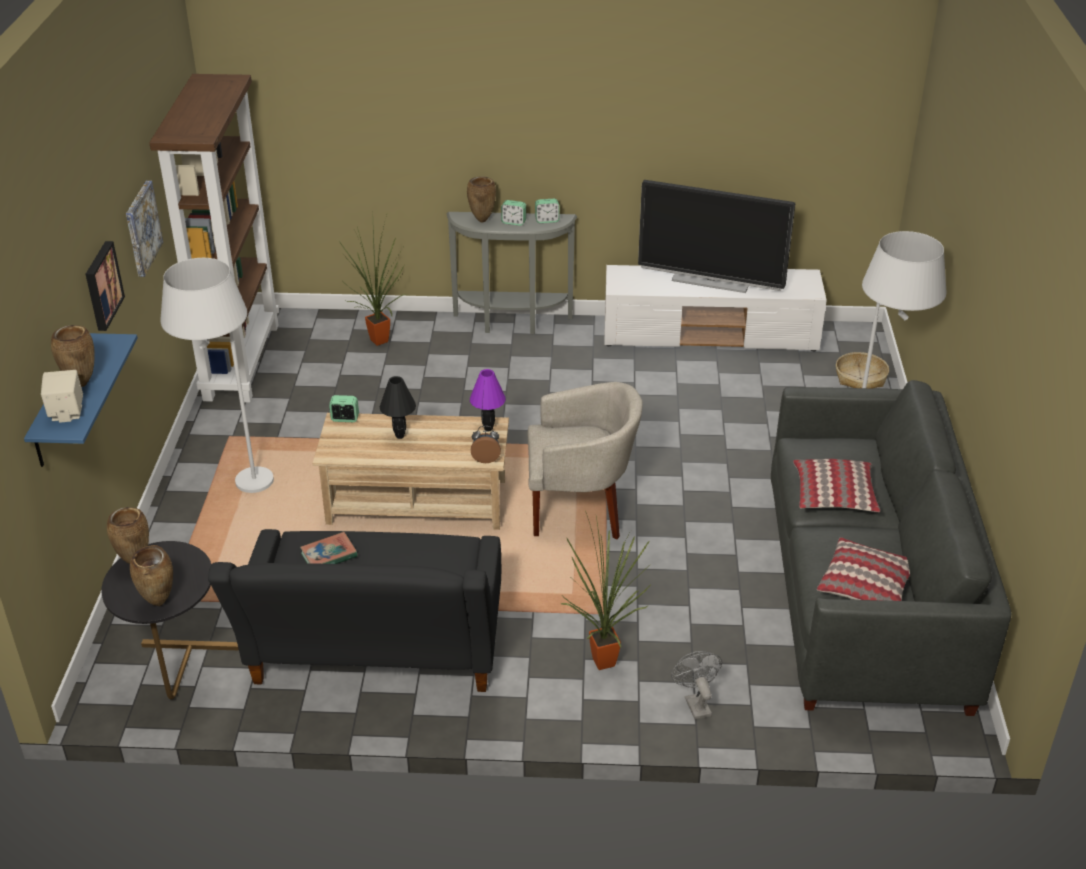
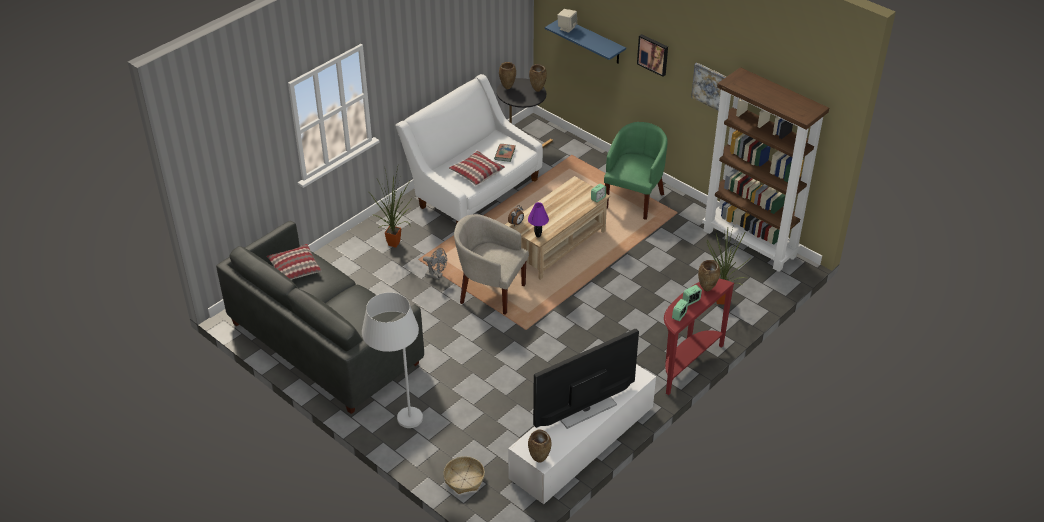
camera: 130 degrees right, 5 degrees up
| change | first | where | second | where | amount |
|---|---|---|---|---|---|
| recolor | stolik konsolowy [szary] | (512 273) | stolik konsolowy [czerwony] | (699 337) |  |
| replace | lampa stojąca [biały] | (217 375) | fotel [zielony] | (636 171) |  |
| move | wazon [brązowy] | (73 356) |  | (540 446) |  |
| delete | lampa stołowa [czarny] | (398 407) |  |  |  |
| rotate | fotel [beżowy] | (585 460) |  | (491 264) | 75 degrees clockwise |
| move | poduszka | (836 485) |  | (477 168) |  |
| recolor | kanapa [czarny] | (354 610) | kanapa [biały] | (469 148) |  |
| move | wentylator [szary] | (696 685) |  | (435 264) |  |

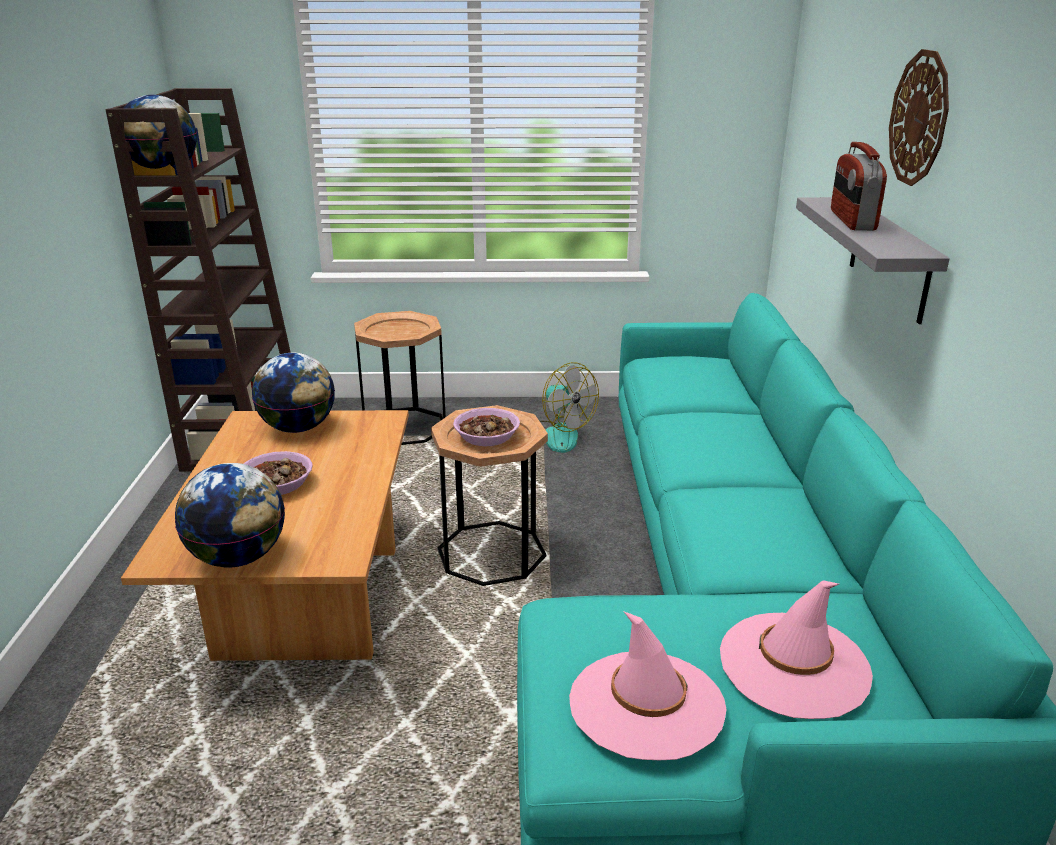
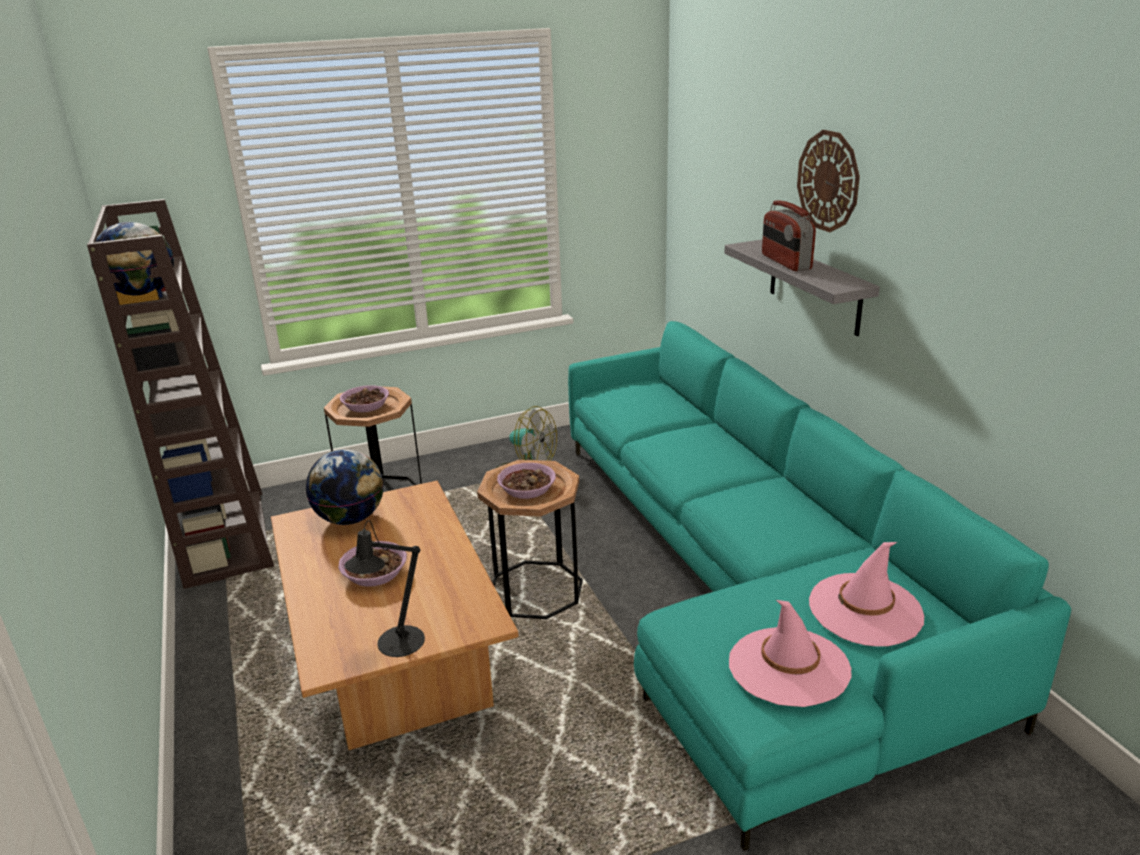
camera: 20 degrees left, 0 degrees up
| change | first | where | second | where | amount |
|---|---|---|---|---|---|
| replace | globus | (230 515) | lampa stołowa [czarny] | (385 588) |  |
| insert |  |  | miska | (364 398) |  |

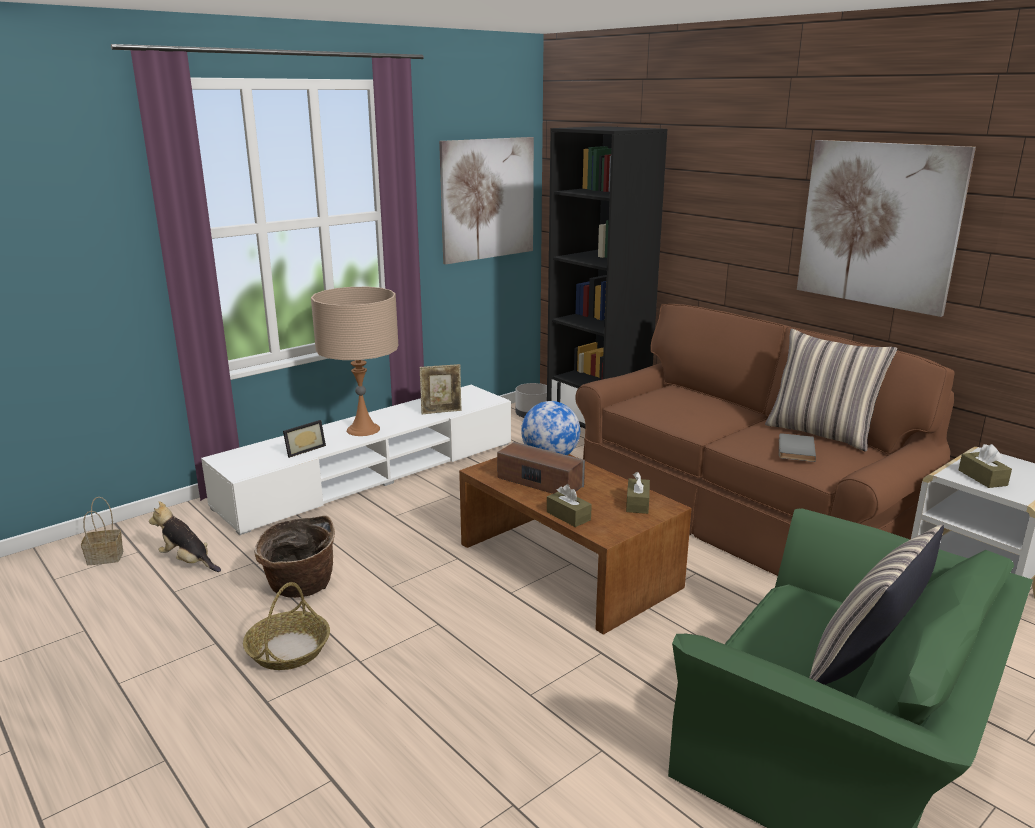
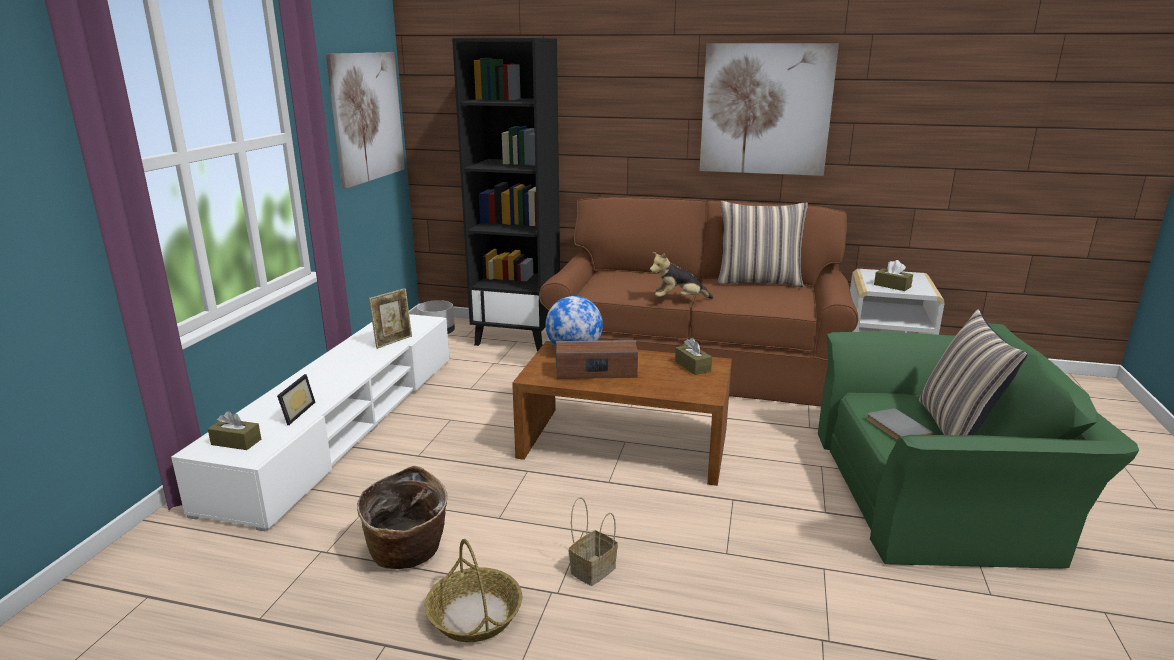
camera: 35 degrees left, 0 degrees up
| change | first | where | second | where | amount |
|---|---|---|---|---|---|
| delete | lampa stołowa [beżowy] | (354 361) |  |  |  |
| move | książka [szary] | (797 447) |  | (900 424) |  |
| move | pudełko chusteczek [brązowy] | (569 505) |  | (234 430) |  |
| move | koszyk | (102 531) |  | (593 541) |  |
| move | pluszak | (185 536) |  | (681 275) |  |

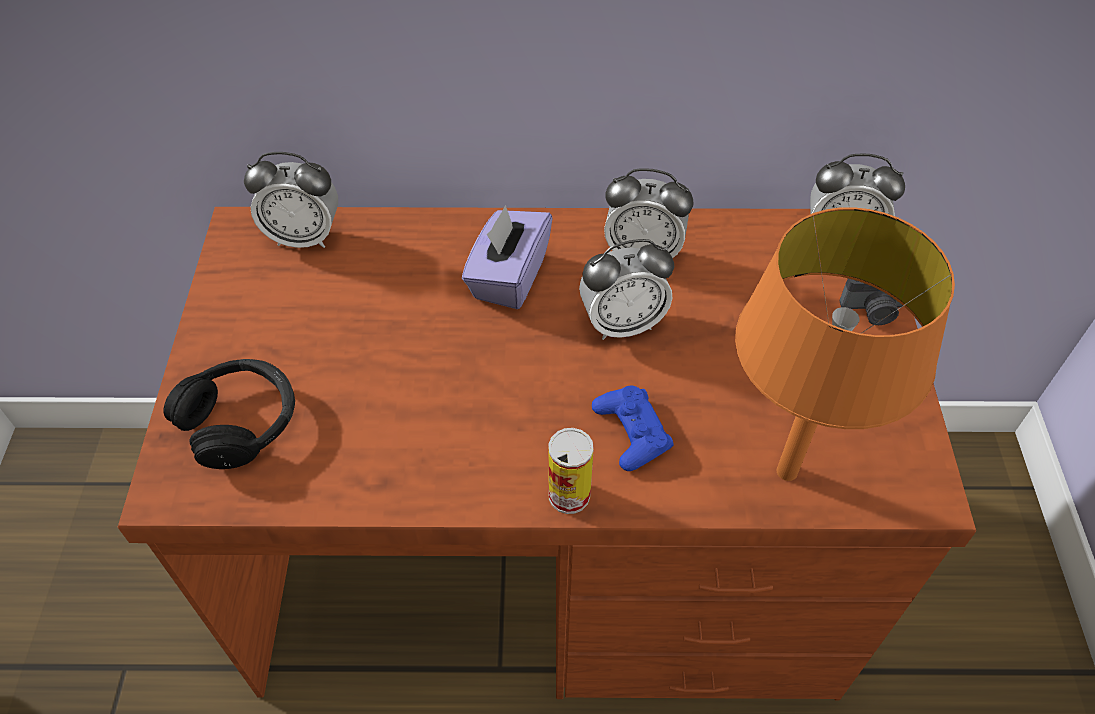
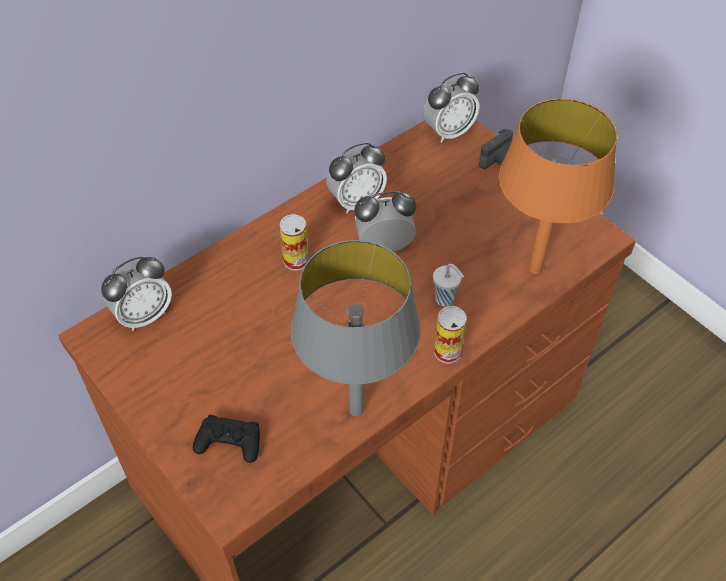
camera: 40 degrees left, 0 degrees up
| change | first | where | second | where | amount |
|---|---|---|---|---|---|
| replace | pudełko chusteczek [fioletowy] | (507 257) | puszka | (294 242) |  |
| rotate | budzik | (626 289) |  | (385 221) | 135 degrees counterclockwise |
| replace | słuchawki [czarny] | (229 414) | pad do gier [czarny] | (226 439) |  |
| replace | pad do gier [niebieski] | (633 428) | filiżanka [biały] | (448 285) |  |
| insert |  |  | lampa stołowa [szary] | (356 328) |  |

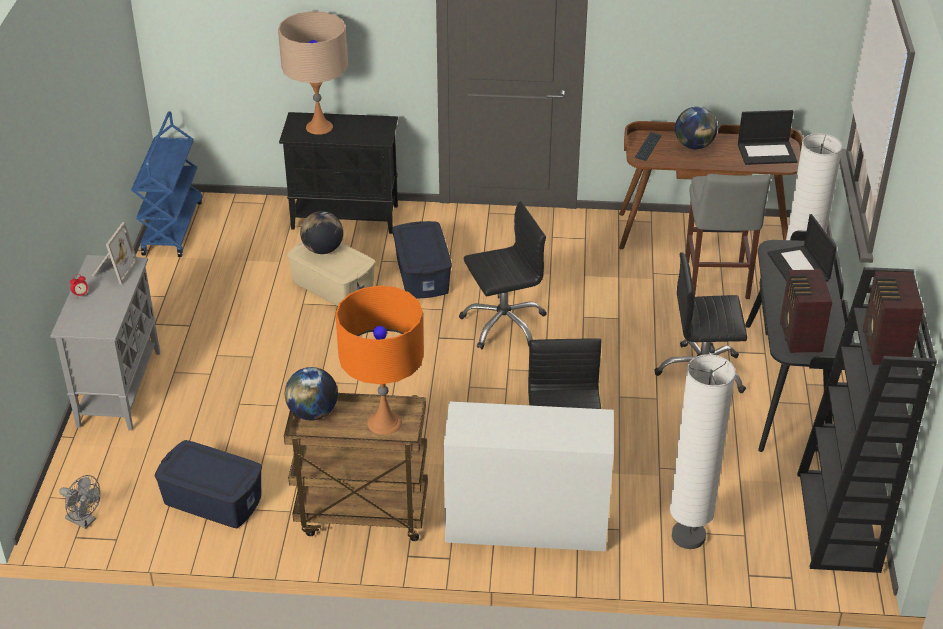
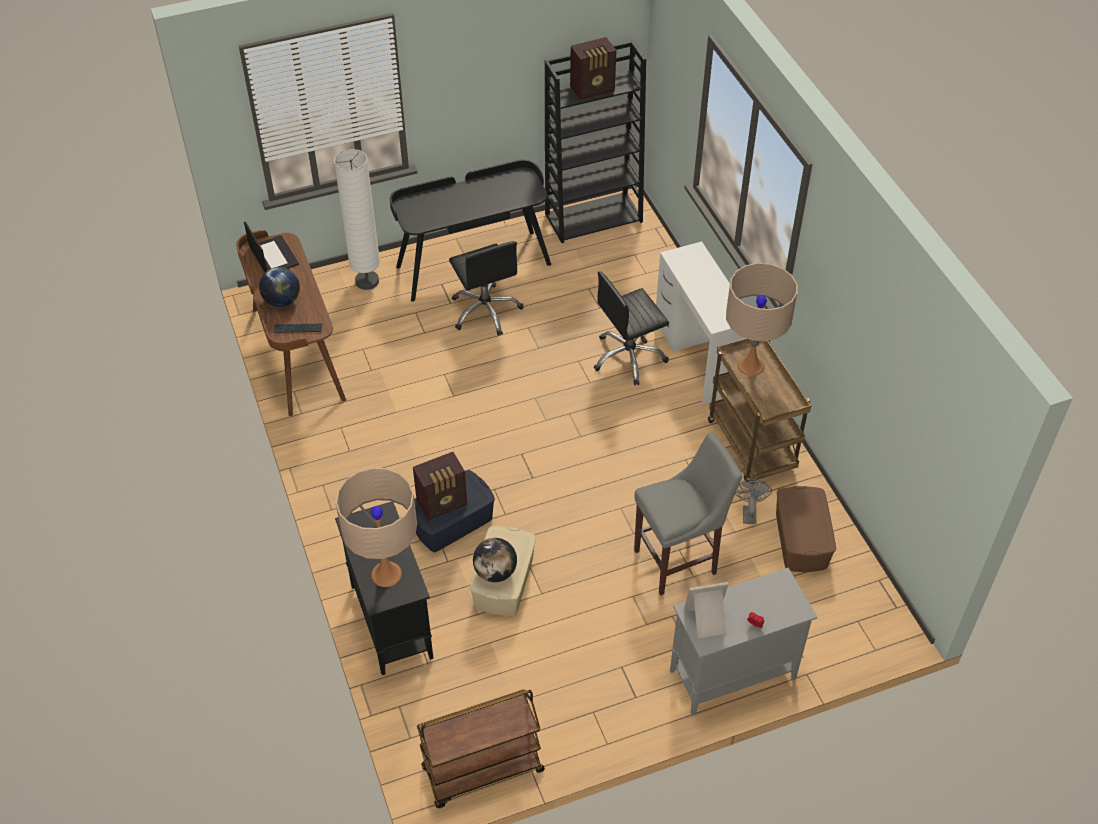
camera: 115 degrees left, 10 degrees up
| change | first | where | second | where | amount |
|---|---|---|---|---|---|
| recolor | wózek [niebieski] | (166 184) | wózek [brązowy] | (481 748) |  |
| move | stołek [szary] | (727 236) |  | (688 514) |  |
| delete | krzesło biurowe [czarny] | (503 275) |  |  |  |
| delete | laptop | (801 248) |  |  |  |
| move | radio | (806 311) |  | (440 486) |  |
| recolor | lampa stołowa [pomarańczowy] | (379 360) | lampa stołowa [beżowy] | (761 319) |  |
| delete | lampa stojąca [biały] | (703 451) |  |  |  |
| delete | globus | (311 393) |  |  |  |
| recolor | pojemnik do przechowywania [niebieski] | (208 484) | pojemnik do przechowywania [brązowy] | (806 529) |  |
| move | wentylator [szary] | (79 502) |  | (753 501) |  |

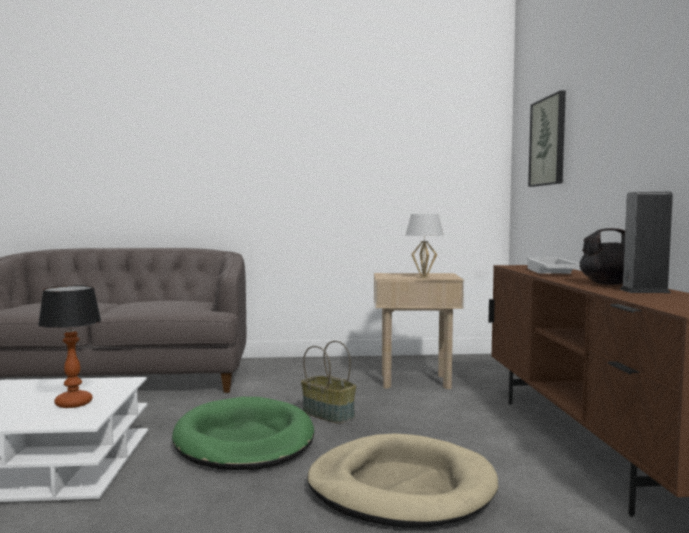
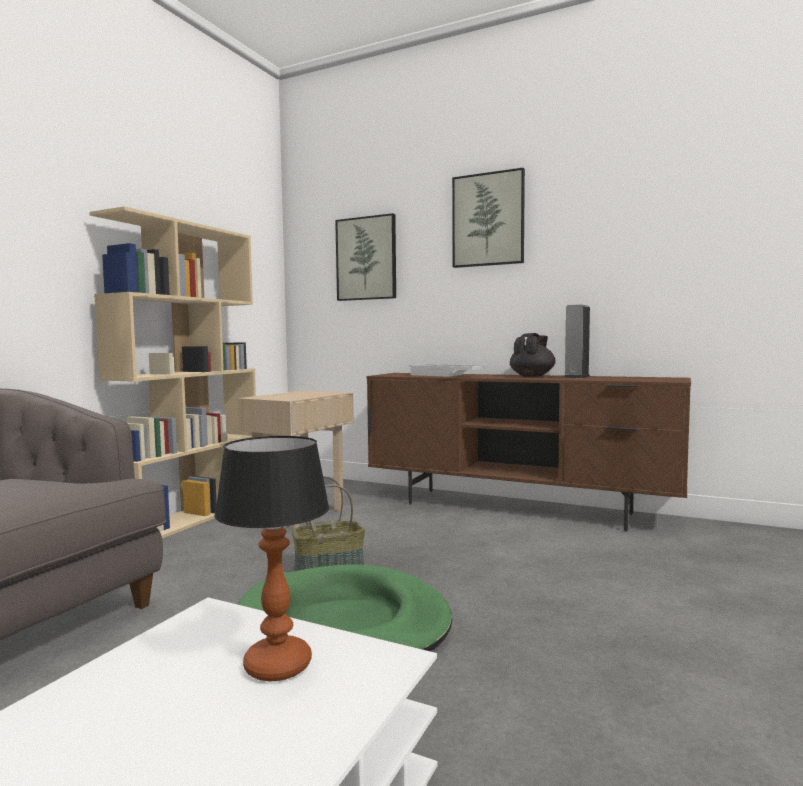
camera: 60 degrees left, 0 degrees up
| change | first | where | second | where | amount |
|---|---|---|---|---|---|
| delete | lampa stołowa [biały] | (425 246) |  |  |  |
| delete | legowisko [beżowy] | (402 480) |  |  |  |
| insert |  |  | obraz | (488 218) |  |
| insert |  |  | regał [beżowy] | (172 372) |  |

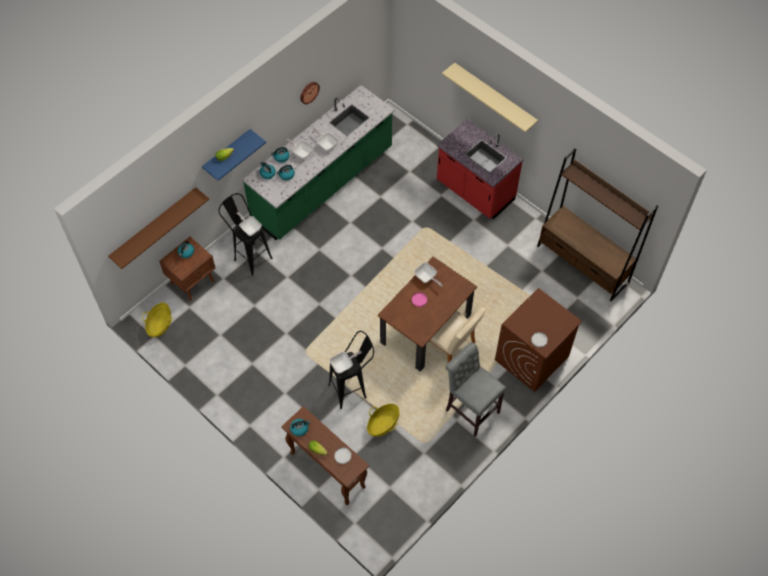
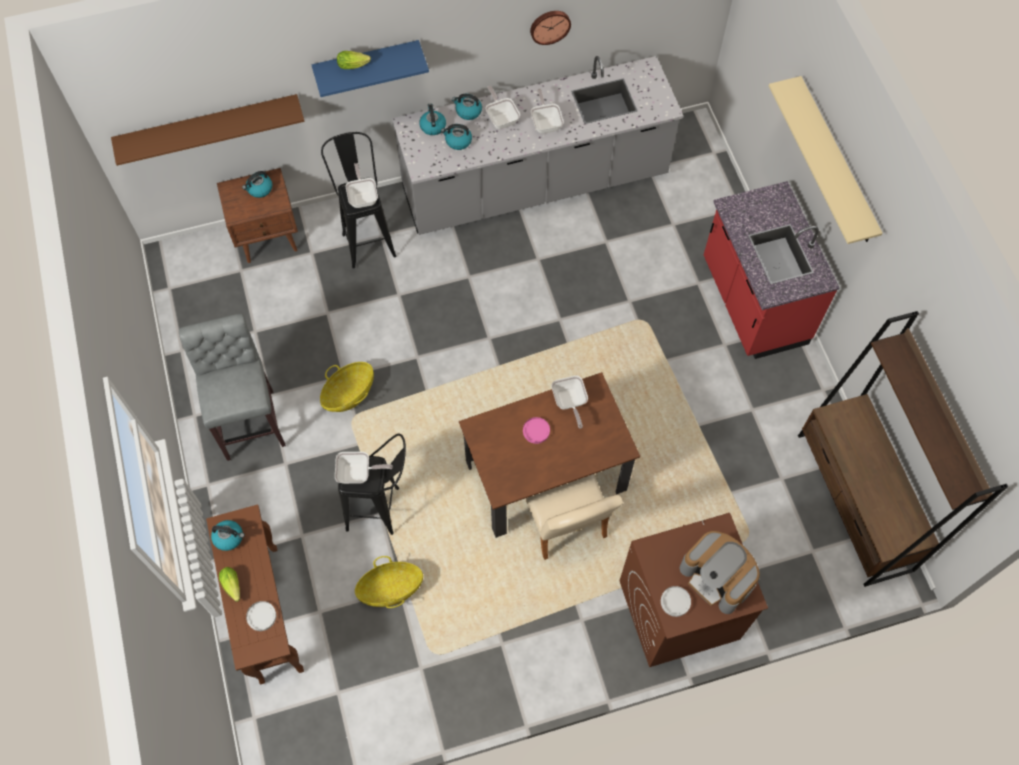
camera: 30 degrees right, 5 degrees up
| change | first | where | second | where | amount |
|---|---|---|---|---|---|
| recolor | zabudowa kuchenna [zielony] | (318 162) | zabudowa kuchenna [szary] | (537 145) |  |
| move | koszyk | (157 320) |  | (347 387) |  |
| move | stołek [szary] | (475 389) |  | (232 387) |  |
| insert |  |  | ekspres do kawy | (720 572) |  |

